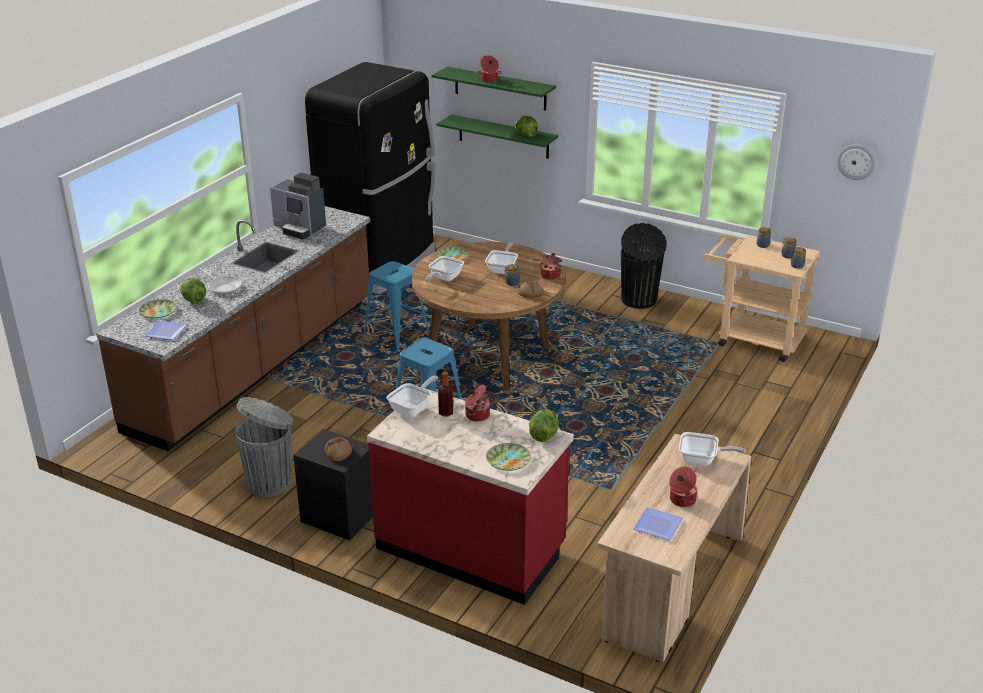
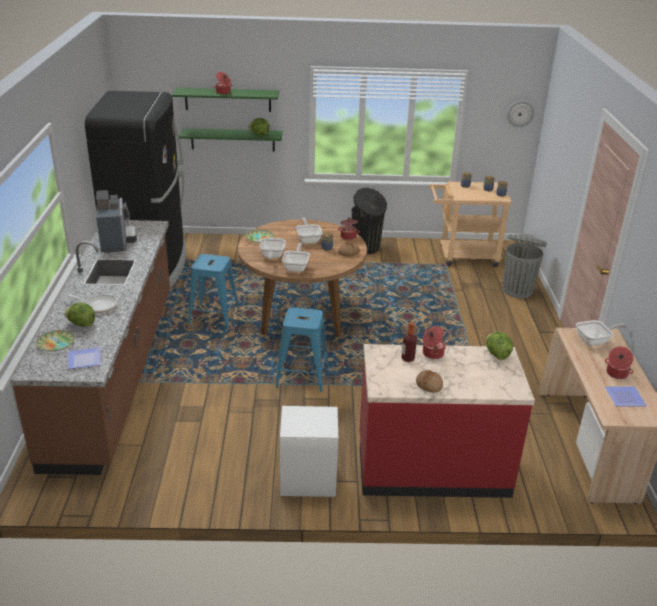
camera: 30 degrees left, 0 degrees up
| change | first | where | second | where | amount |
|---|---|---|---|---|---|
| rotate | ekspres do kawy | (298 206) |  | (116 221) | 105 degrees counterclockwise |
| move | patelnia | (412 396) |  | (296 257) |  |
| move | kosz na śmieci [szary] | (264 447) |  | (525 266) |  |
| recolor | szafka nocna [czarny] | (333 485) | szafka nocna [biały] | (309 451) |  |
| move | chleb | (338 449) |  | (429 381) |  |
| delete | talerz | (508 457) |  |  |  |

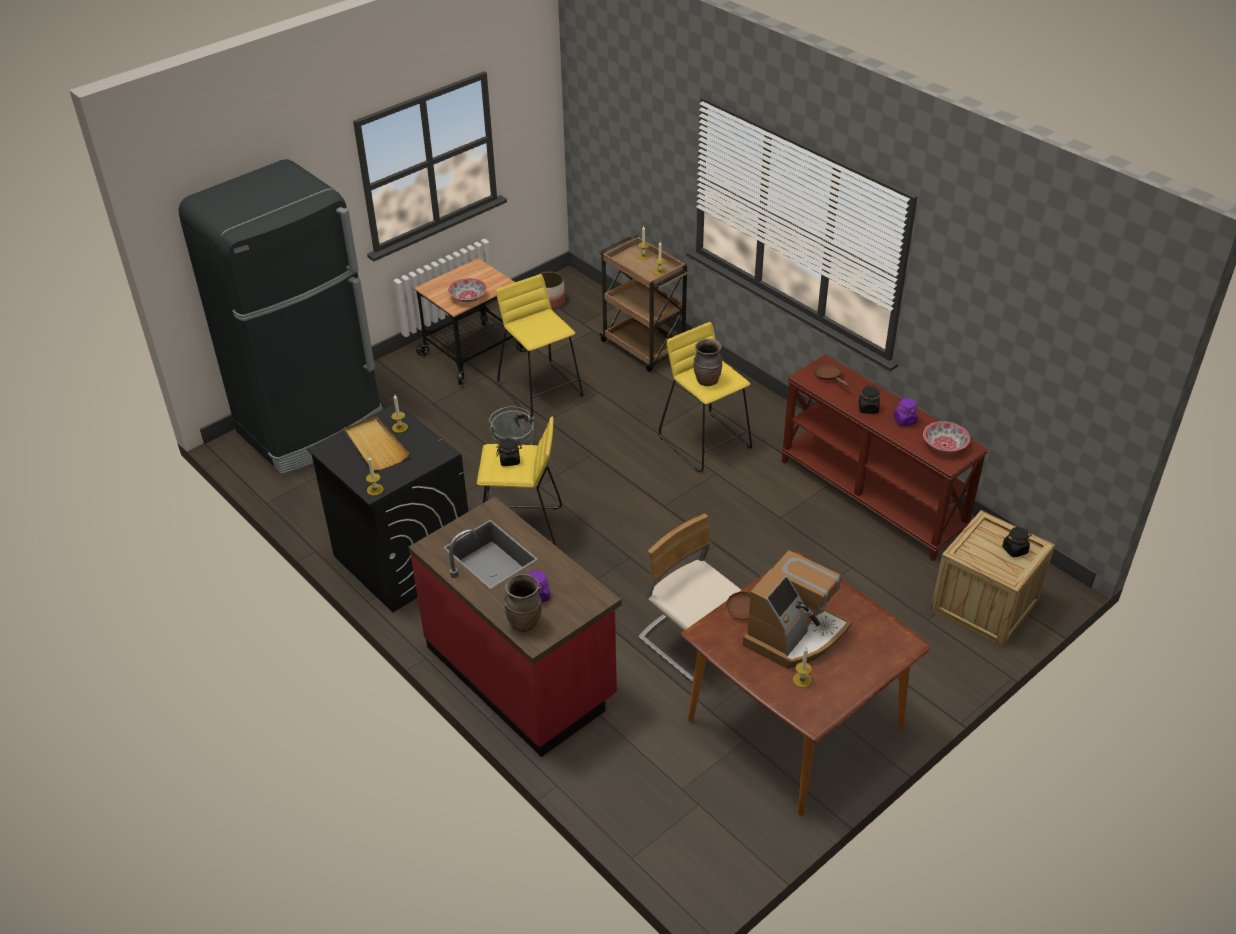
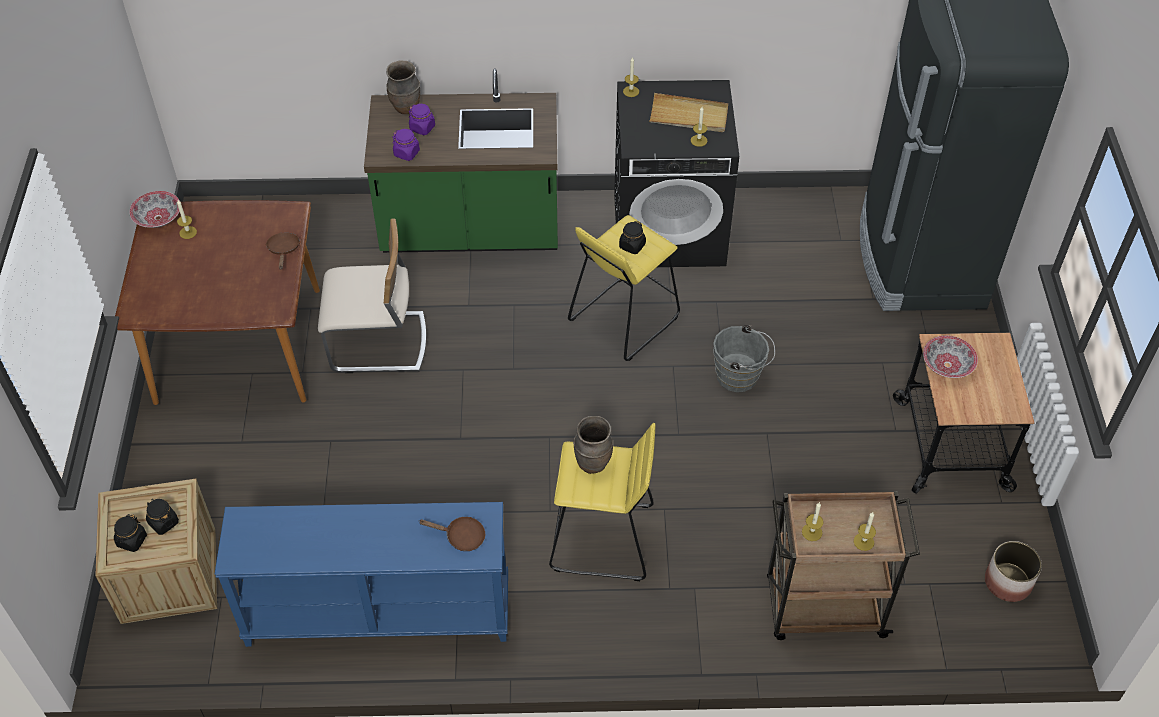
camera: 130 degrees right, 10 degrees up
| change | first | where | second | where | amount |
|---|---|---|---|---|---|
| delete | stołek [żółty] | (539 345) |  |  |  |
| recolor | stolik konsolowy [brązowy] | (884 458) | stolik konsolowy [niebieski] | (361 574) |  |
| move | słoik [czarny] | (869 399) |  | (162 517) |  |
| move | słoik [fioletowy] | (906 412) |  | (406 145) |  |
| move | miska | (946 437) |  | (154 209) |  |
| recolor | zabudowa kuchenna [czerwony] | (514 627) | zabudowa kuchenna [zielony] | (461 161) |  |
| delete | ekspres do kawy | (797 609) |  |  |  |

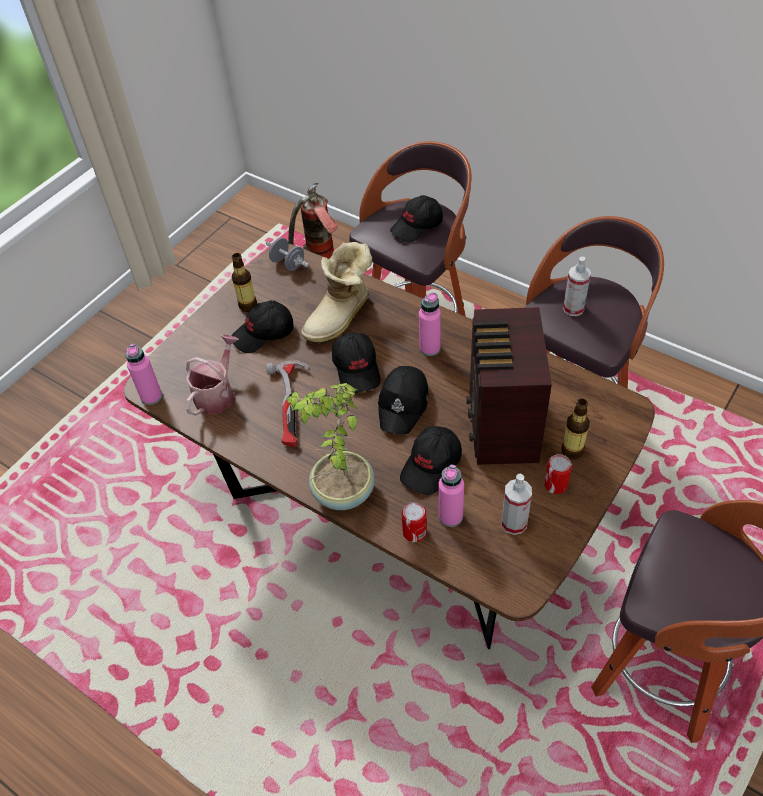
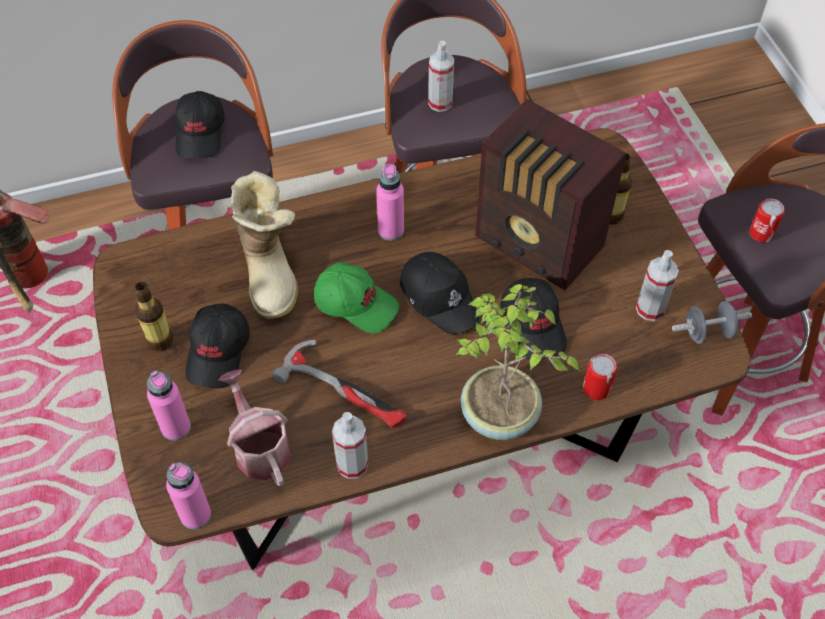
camera: 55 degrees left, 5 degrees up
| change | first | where | second | where | amount |
|---|---|---|---|---|---|
| move | hantel [szary] | (287 254) |  | (712 322) |  |
| recolor | czapka z daszkiem [czarny] | (356 362) | czapka z daszkiem [zielony] | (356 297) |  |
| move | puszka | (558 474) |  | (767 220) |  |
| move | butelka [różowy] | (451 495) |  | (169 406) |  |
| insert |  |  | spryskiwacz | (350 445) |  |

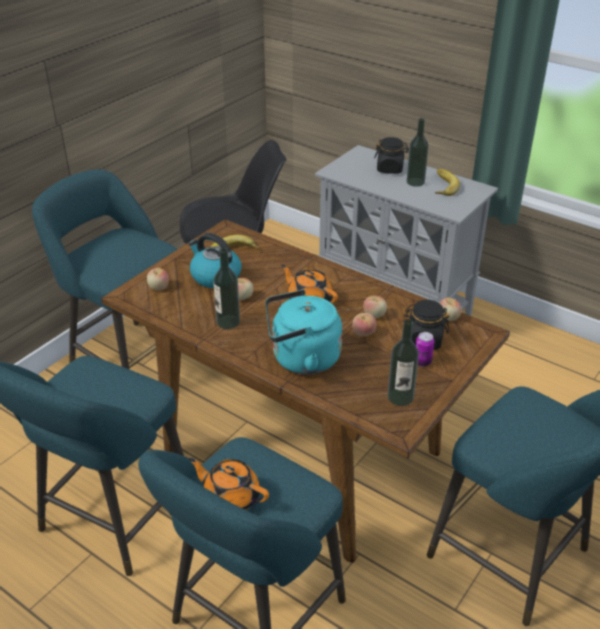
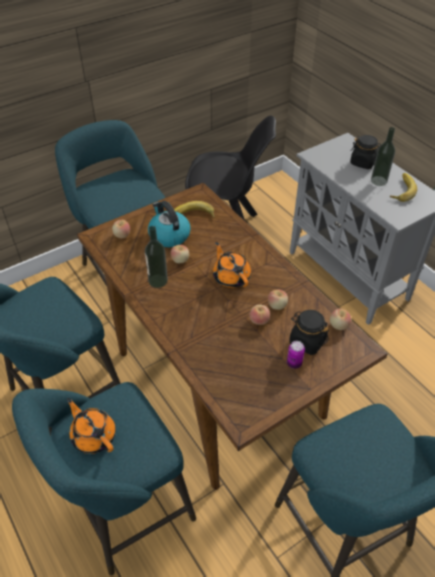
camera: 20 degrees right, 10 degrees up
| change | first | where | second | where | amount |
|---|---|---|---|---|---|
| delete | czajnik [turkusowy] | (304 332) |  |  |  |
| delete | butelka | (403 362) |  |  |  |

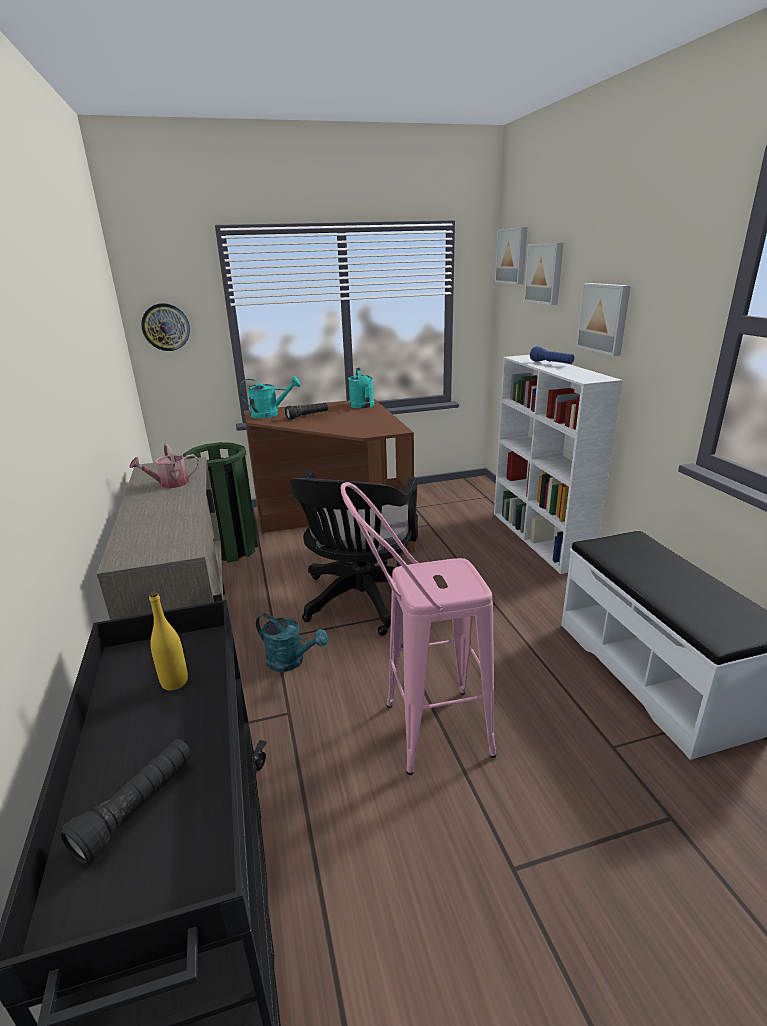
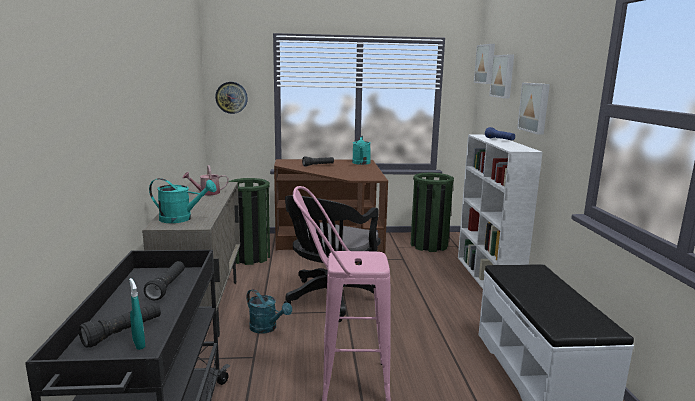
camera: 10 degrees right, 10 degrees down
| change | first | where | second | where | amount |
|---|---|---|---|---|---|
| move | konewka [turkusowy] | (270 397) |  | (183 200) |  |
| replace | butelka [żółty] | (168 641) | latarka [czarny] | (164 280) |  |
| insert |  |  | kosz na śmieci [zielony] | (432 212) |  |
| insert |  |  | spryskiwacz [turkusowy] | (137 314) |  |

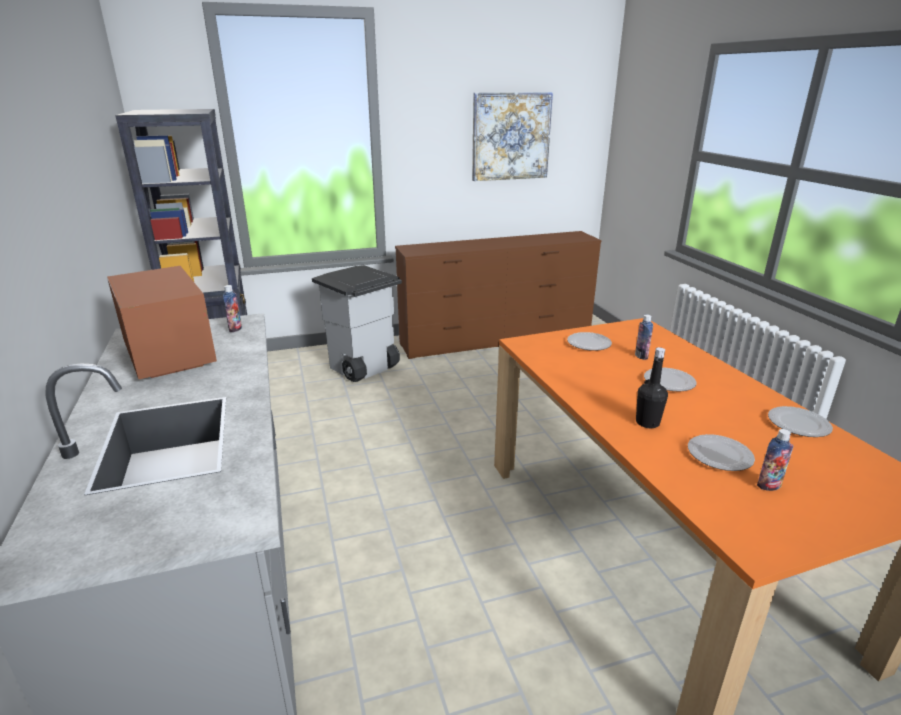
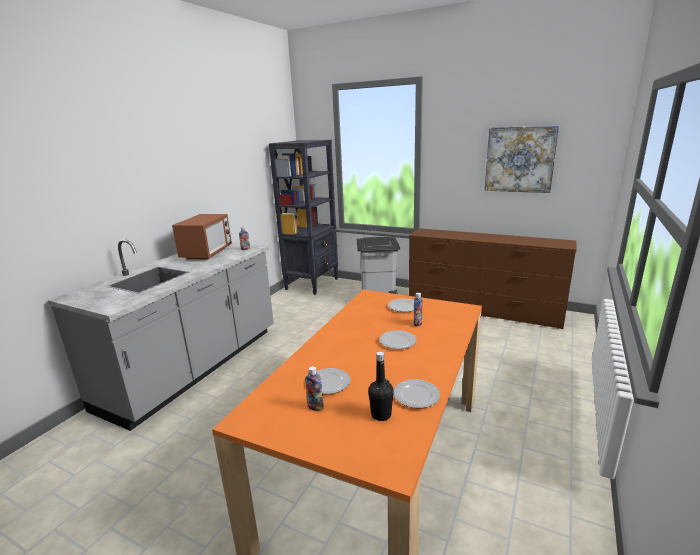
camera: 45 degrees right, 5 degrees down
| change | first | where | second | where | amount |
|---|---|---|---|---|---|
| move | butelka [czarny] | (652 387) |  | (381 386) |  |

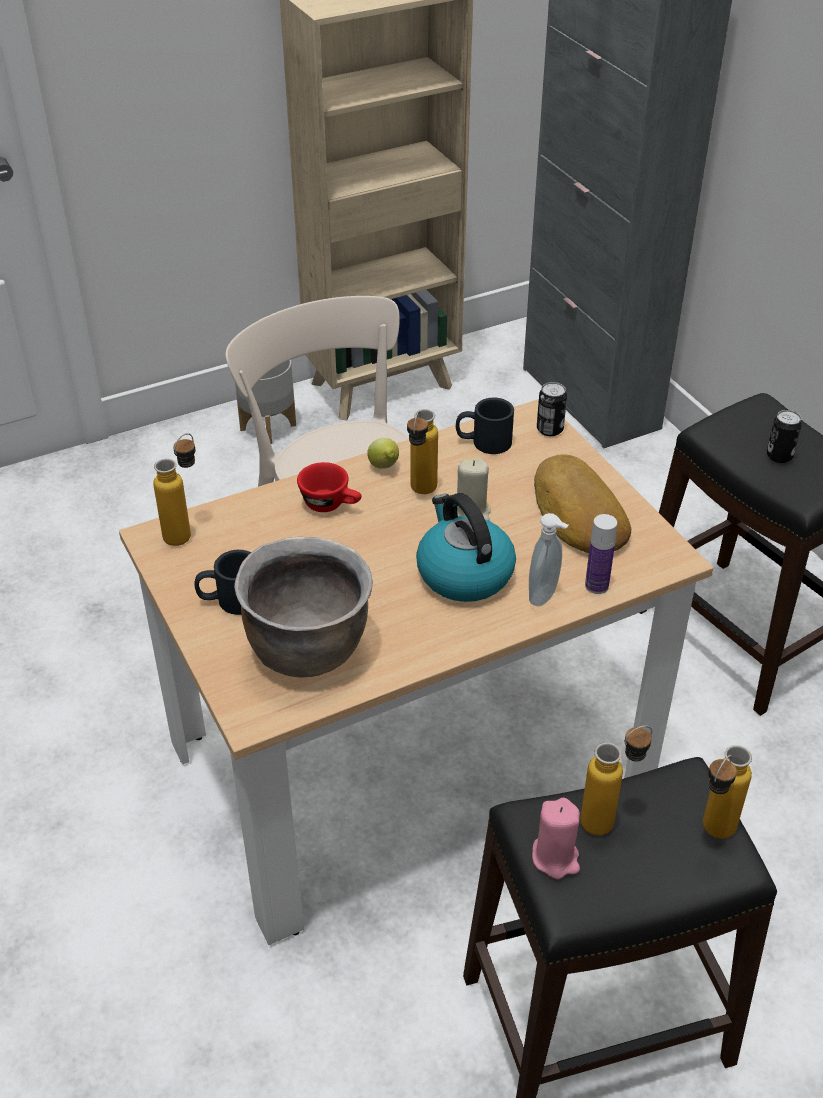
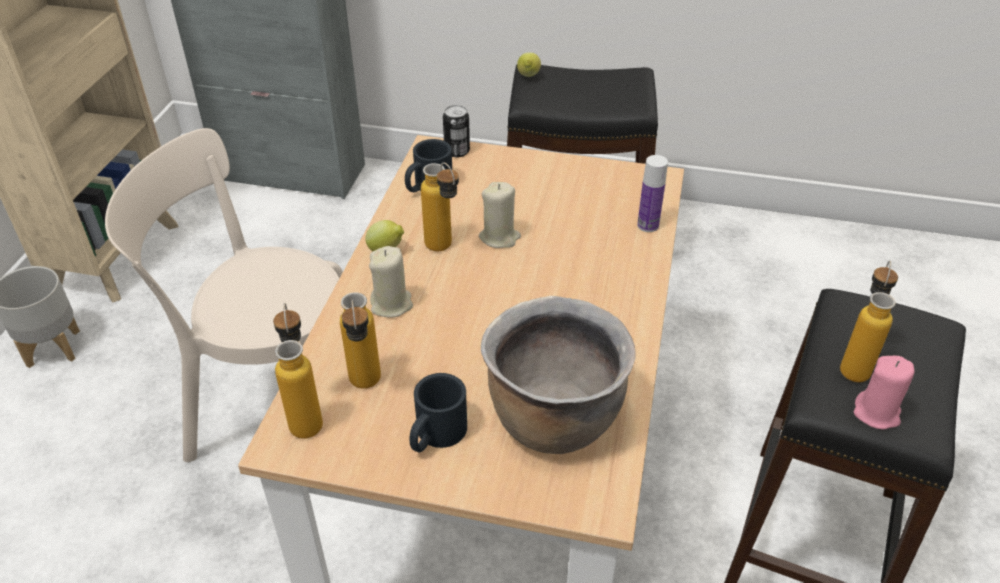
camera: 50 degrees left, 0 degrees up
| change | first | where | second | where | amount |
|---|---|---|---|---|---|
| delete | puszka | (784 436) |  |  |  |
| delete | chleb | (582 503) |  |  |  |
| replace | filiżanka [czerwony] | (329 487) | świeca [beżowy] | (391 282) |  |
| delete | czajnik | (466 547) |  |  |  |
| delete | dozownik mydła | (549 559) |  |  |  |
| move | butelka | (727 791) |  | (360 340) |  |
| insert |  |  | cytryna | (529 64) |  |

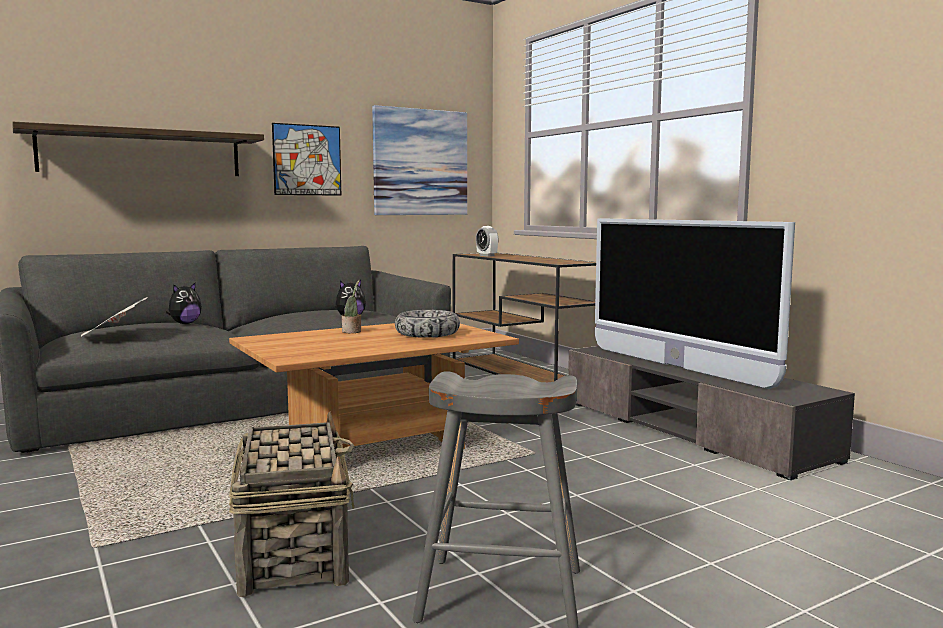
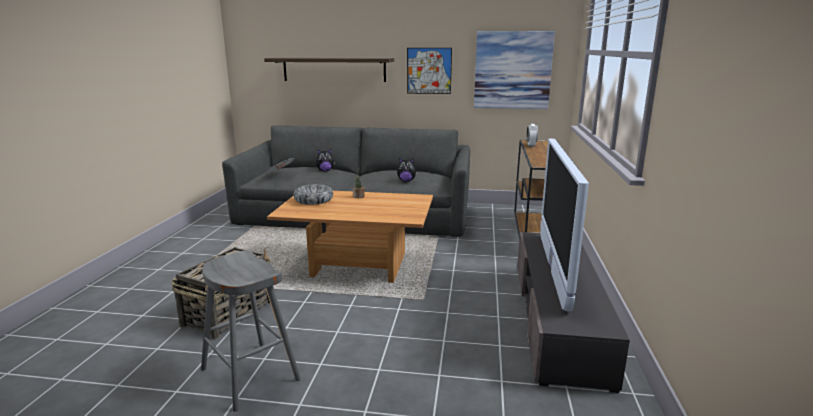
camera: 40 degrees right, 10 degrees up
| change | first | where | second | where | amount |
|---|---|---|---|---|---|
| move | miska | (427 324) |  | (313 194) |  |

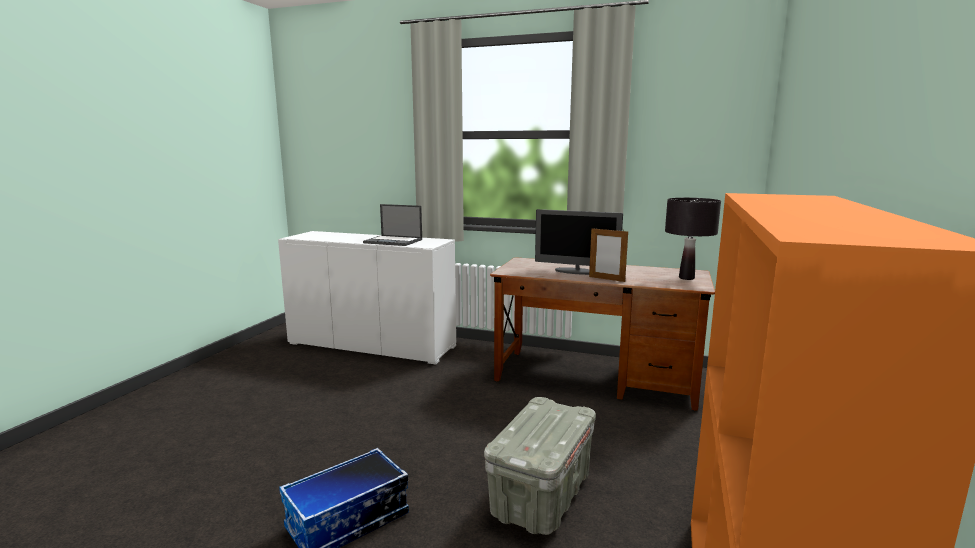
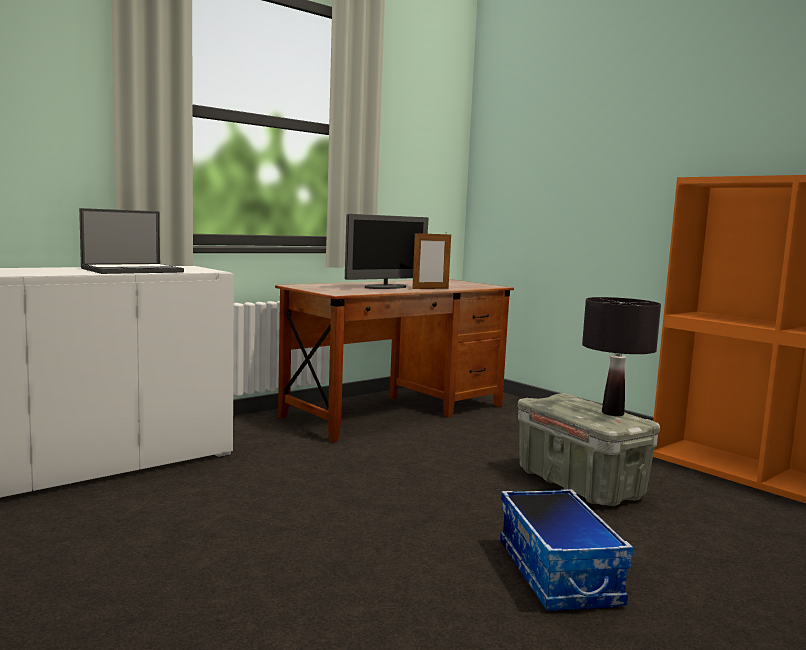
camera: 60 degrees left, 5 degrees down
| change | first | where | second | where | amount |
|---|---|---|---|---|---|
| move | lampa stołowa [czarny] | (693 239) |  | (621 356) |  |

